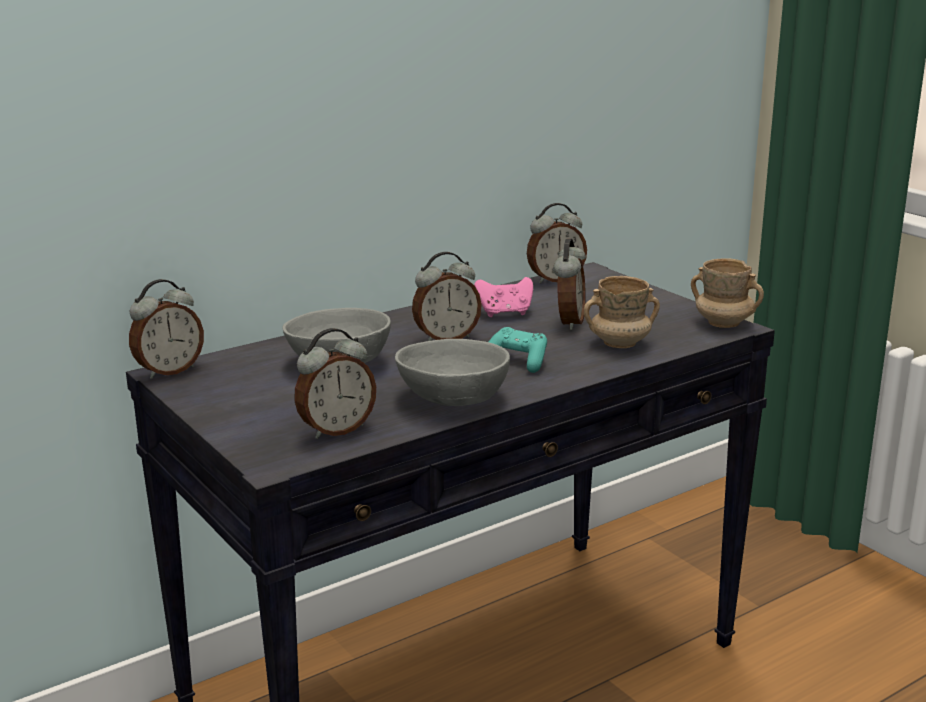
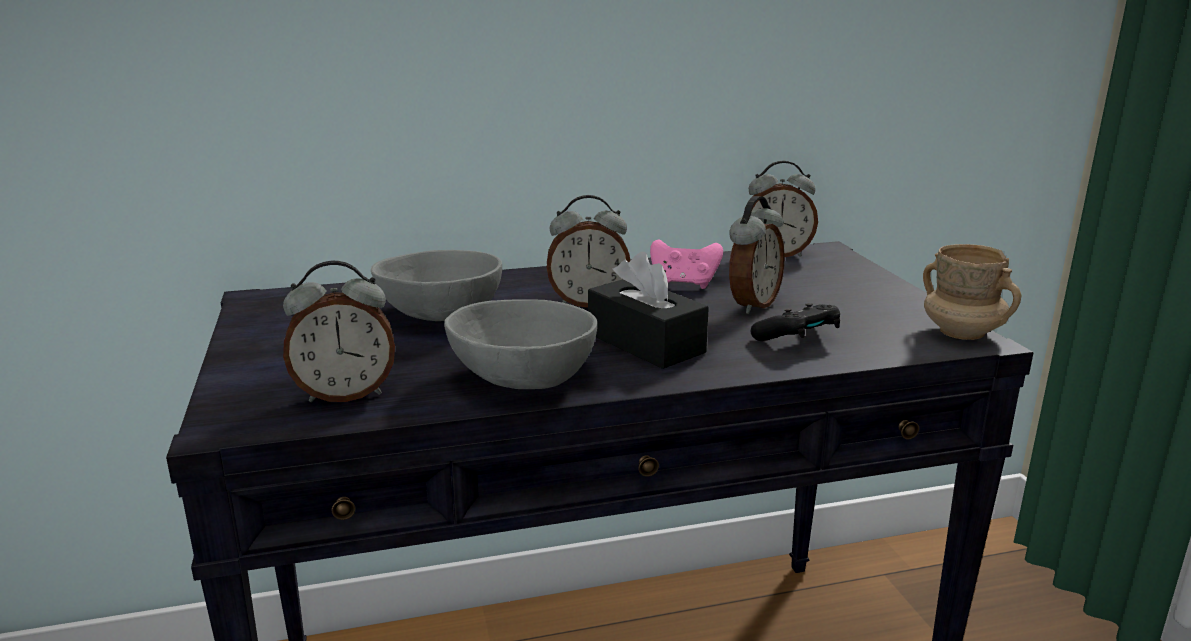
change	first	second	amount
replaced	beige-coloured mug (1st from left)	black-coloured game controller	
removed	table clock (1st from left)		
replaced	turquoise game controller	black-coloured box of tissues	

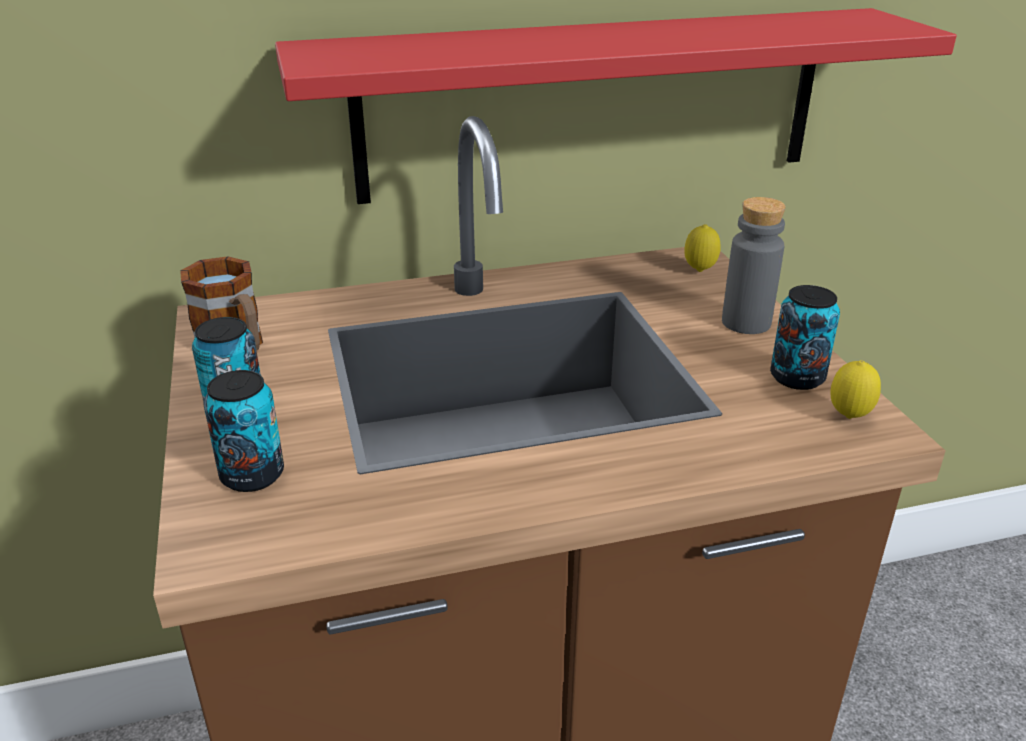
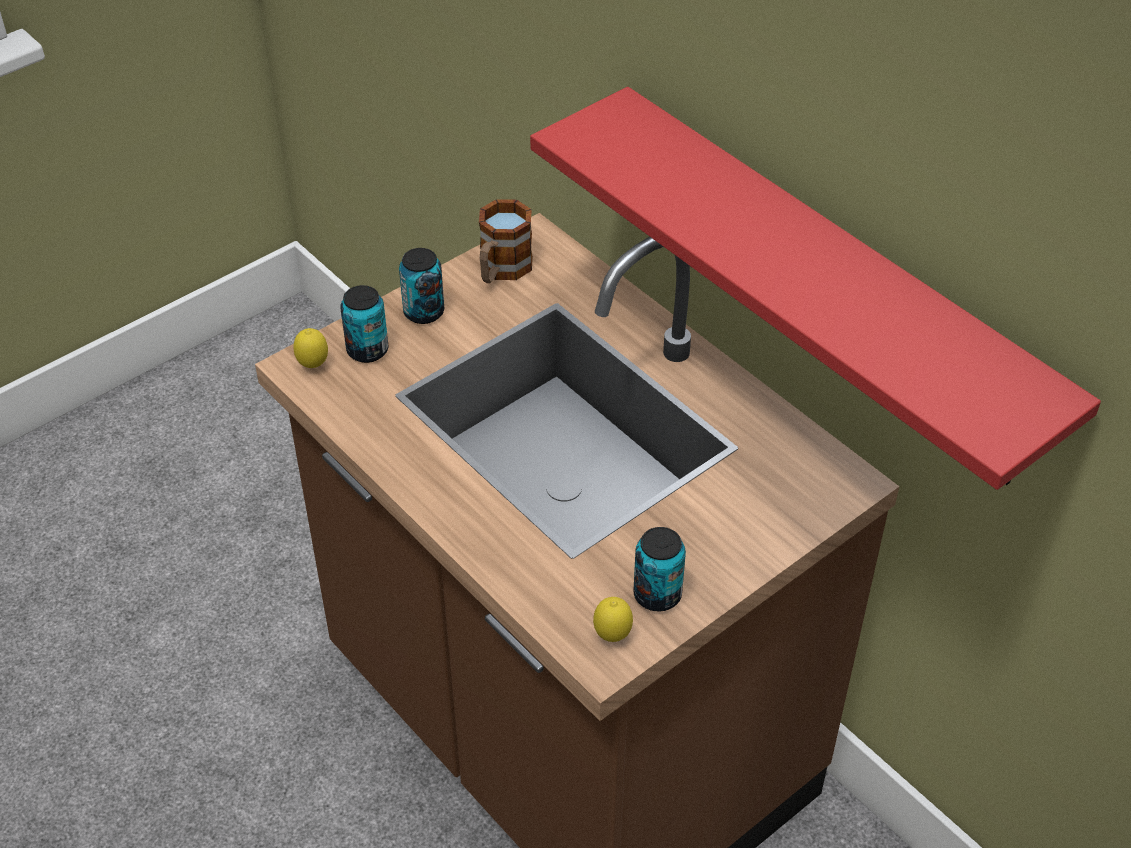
change	first	second	amount
removed	greyish bottle		
moved	whole lemon (1st from left)		

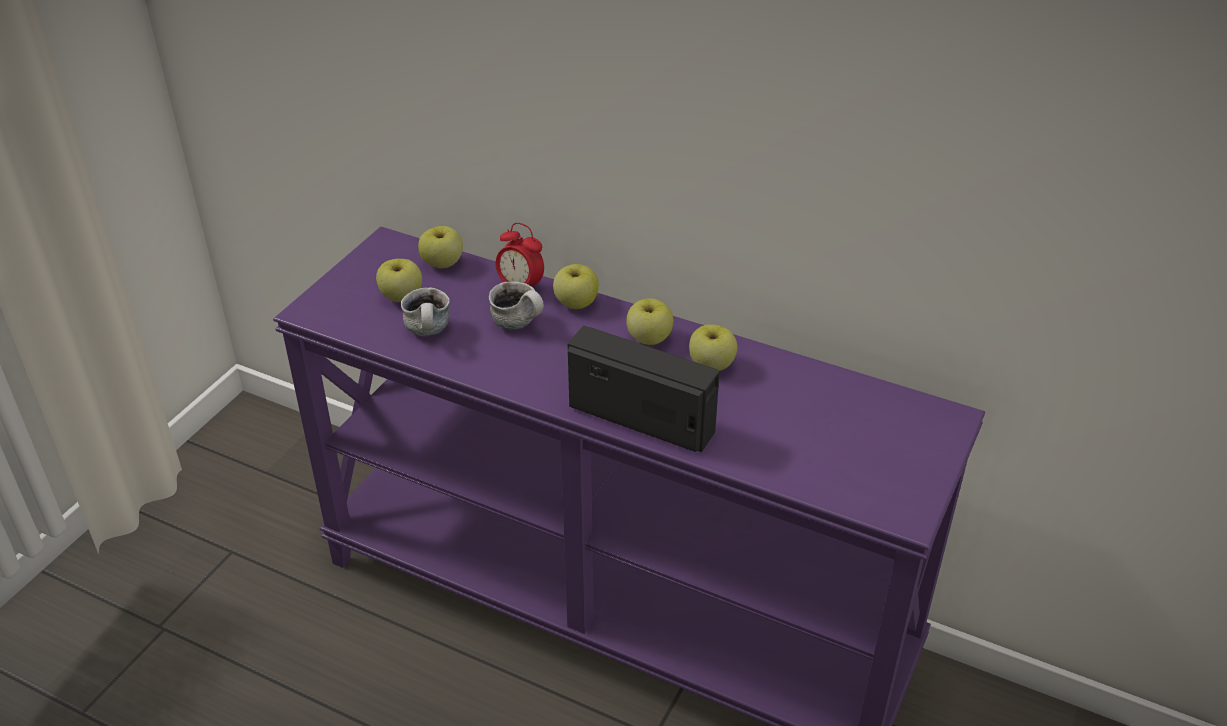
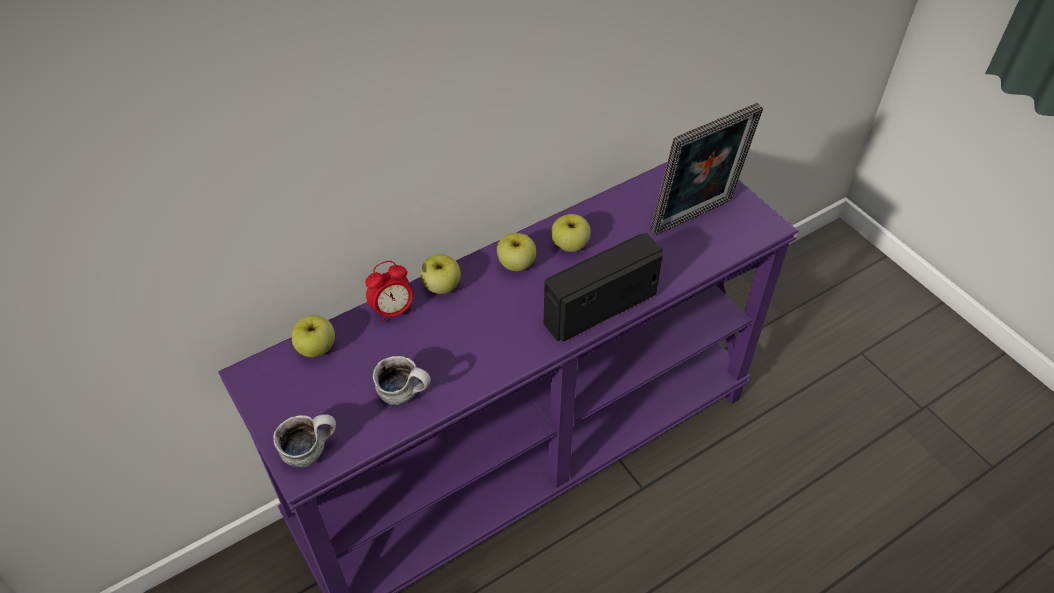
change	first	second	amount
removed	whole apple (1st from left)		
moved	mug (2nd from left in the first image)	mug (1st from left)	
added		standing frame	

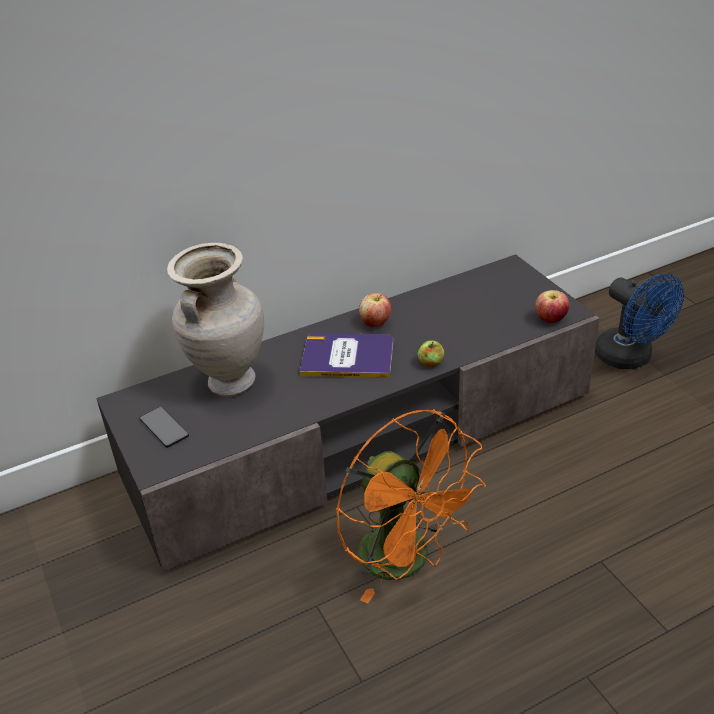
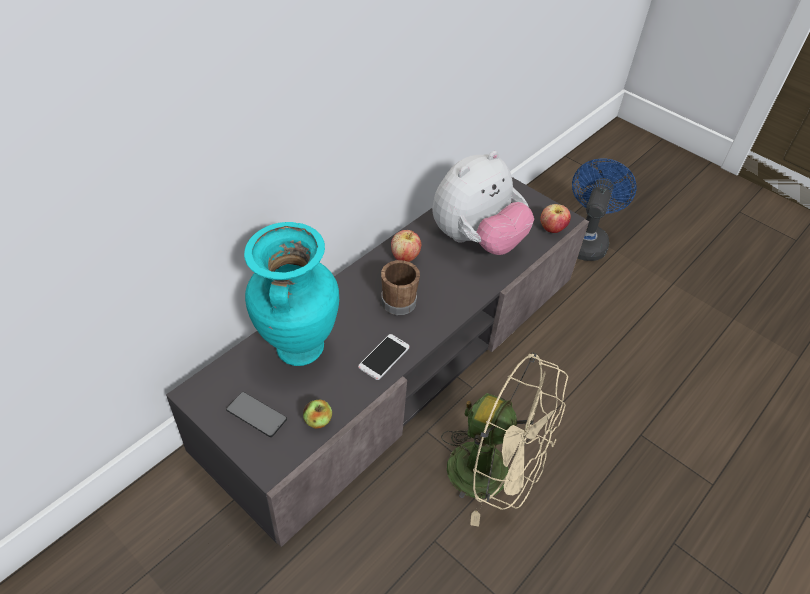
change	first	second	amount
recoloured	beige-coloured flower vase	turquoise flower vase	
turned	blue cooling fan		105 degrees counterclockwise
replaced	volume	brownish mug	
moved	whole apple (2nd from left in the first image)	whole apple (1st from left)	
recoloured	orangey cooling fan	beige-coloured cooling fan	
added		plush toy	
added		phone (2nd from left)	

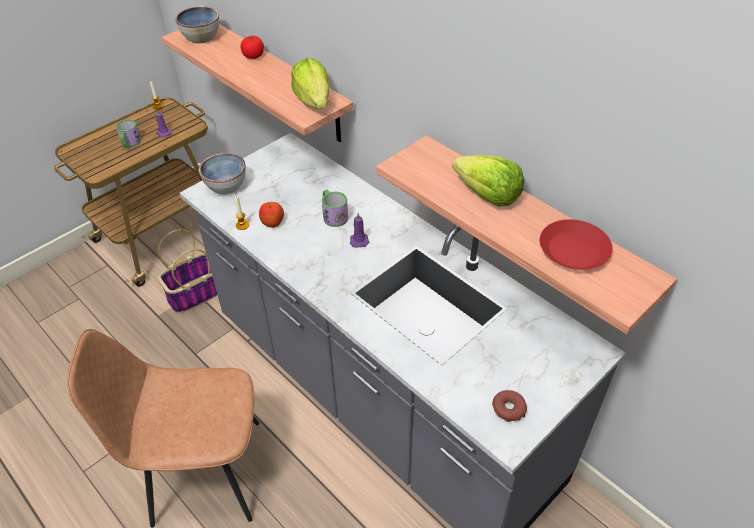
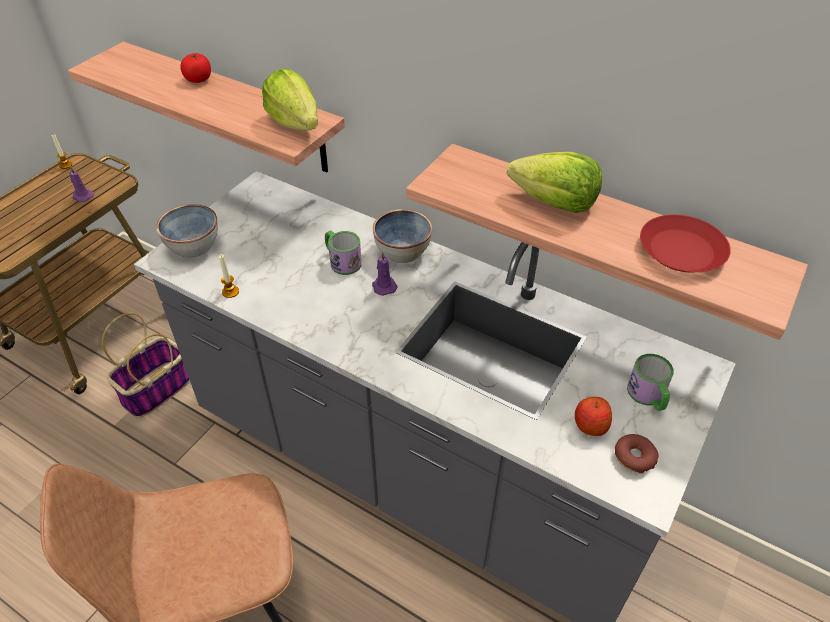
change	first	second	amount
moved	serving bowl (1st from left in the first image)	serving bowl (2nd from left)	
moved	mug (1st from left in the first image)	mug (2nd from left)	
moved	whole apple		

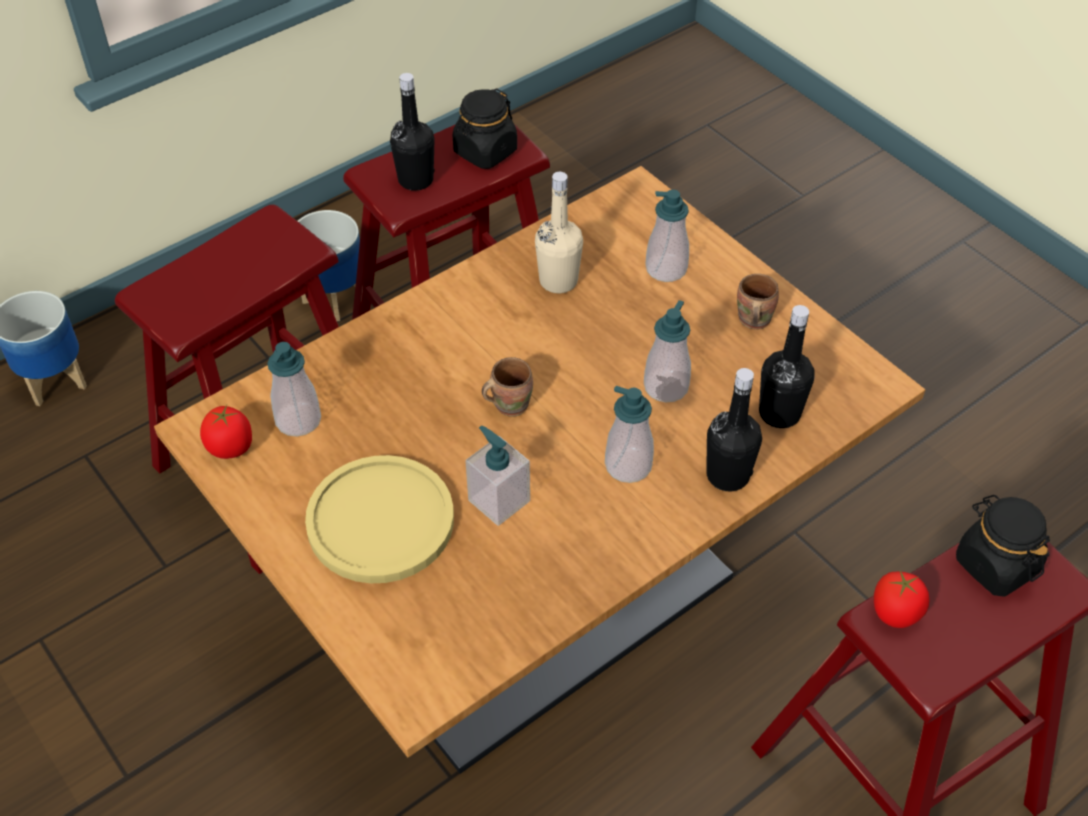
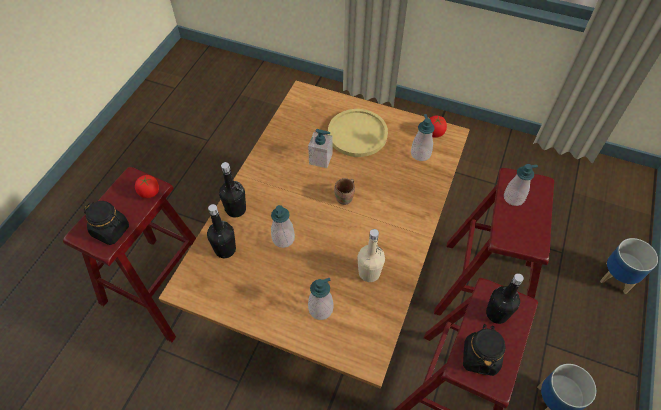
change	first	second	amount
removed	brownish mug (2nd from left)		
moved	soap dispenser (3rd from left in the first image)	soap dispenser (5th from left)	

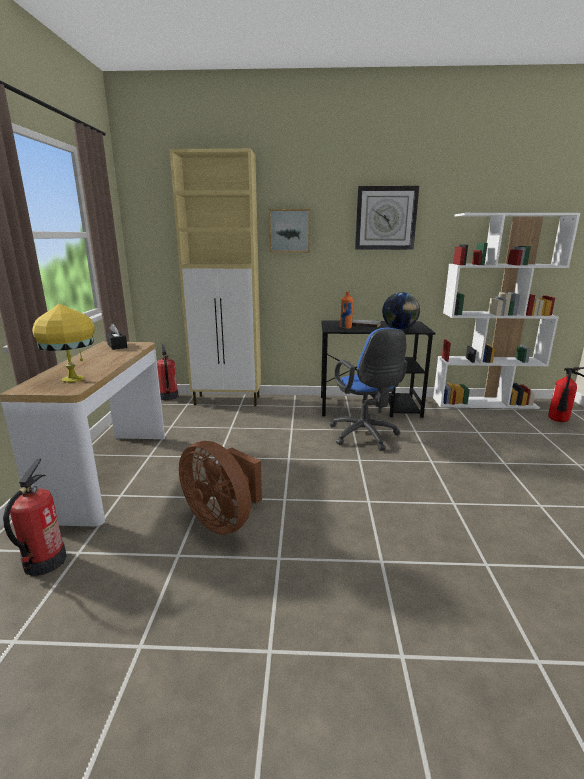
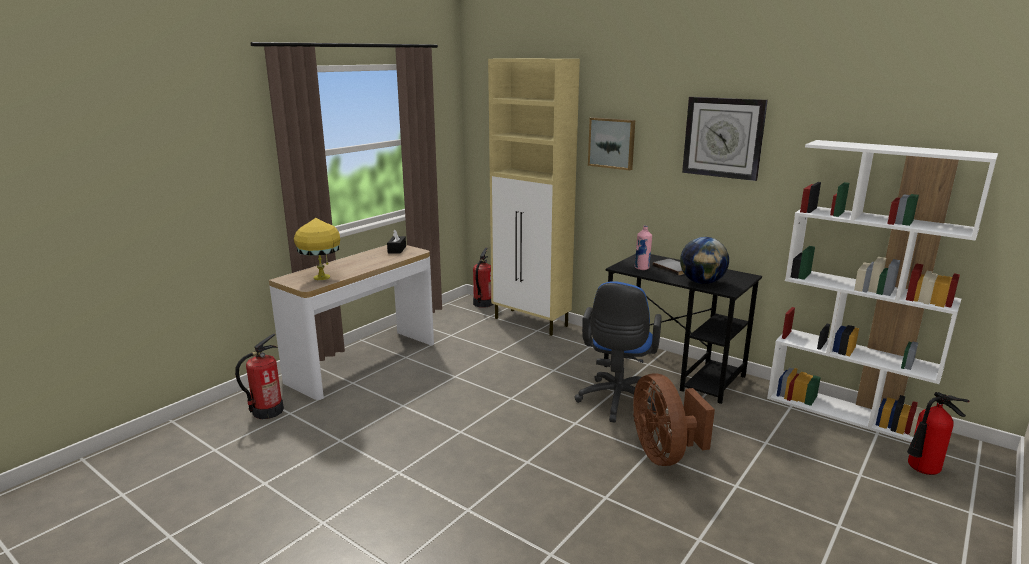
change	first	second	amount
recoloured	orangey bottle	pink-coloured bottle	
moved	brownish cooling fan		

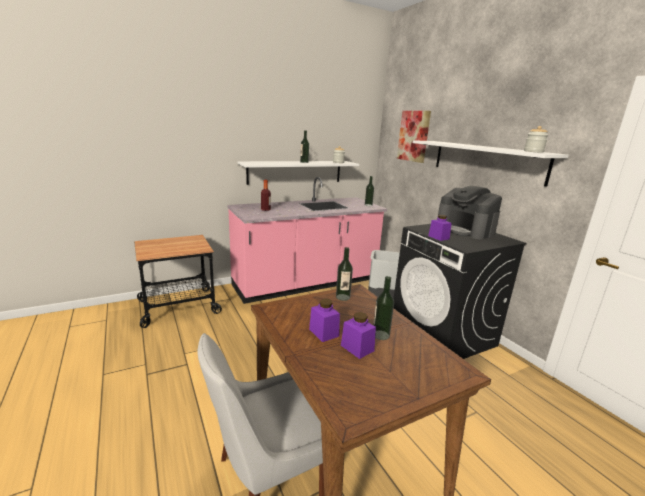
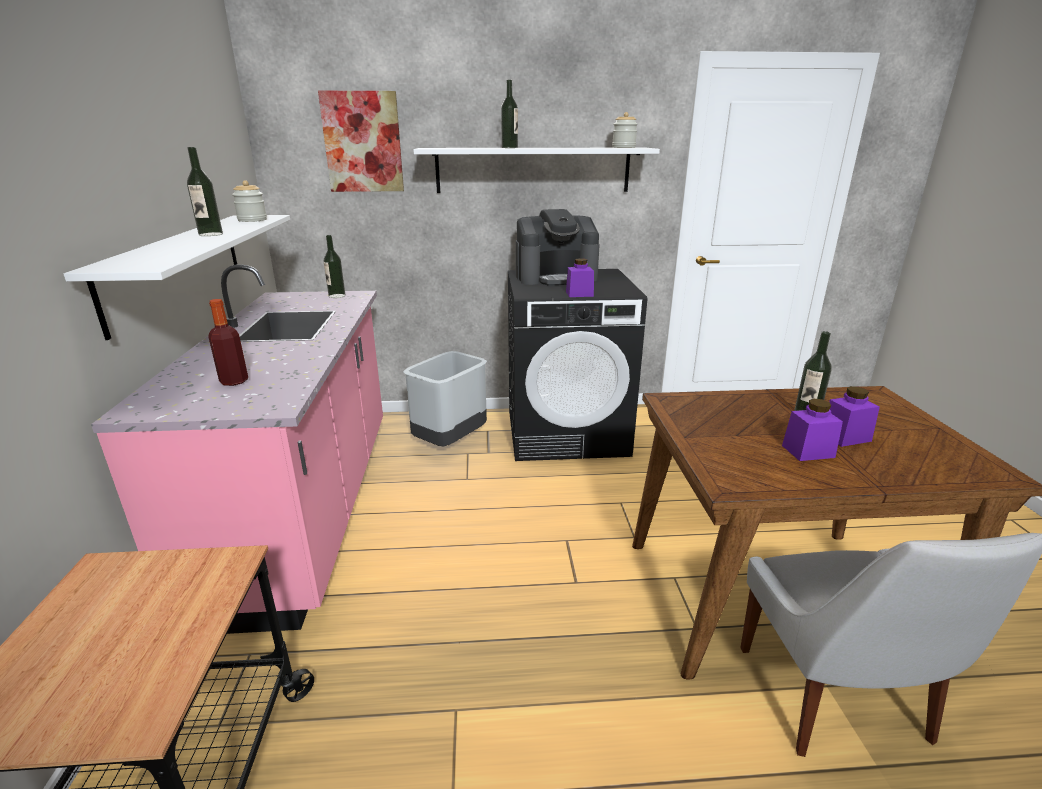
change	first	second	amount
moved	bottle (3rd from left in the first image)	bottle (4th from left)	

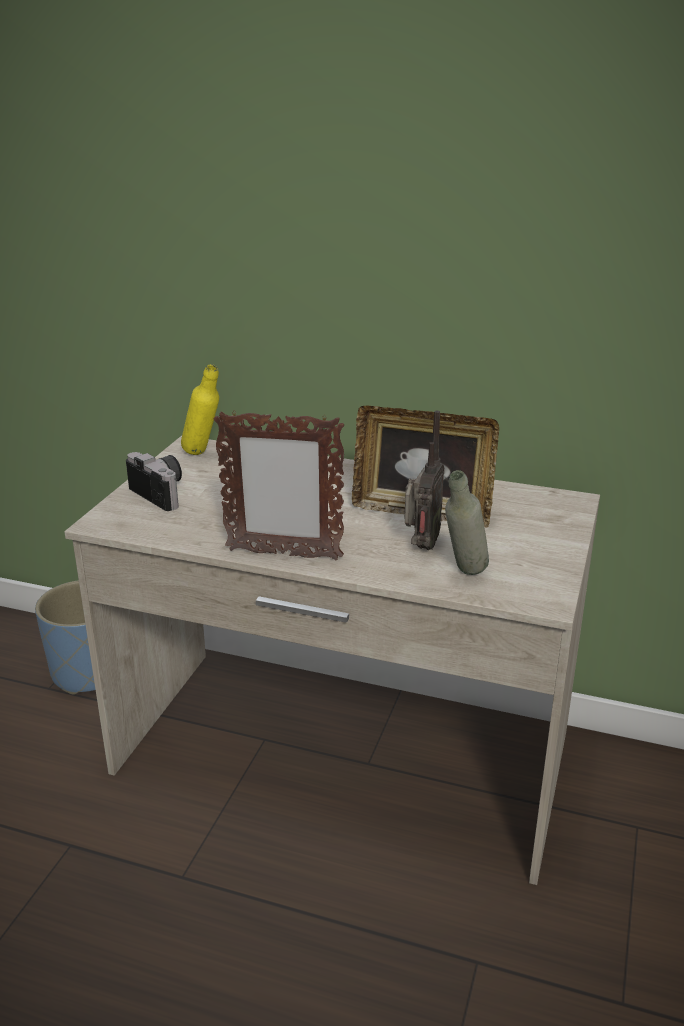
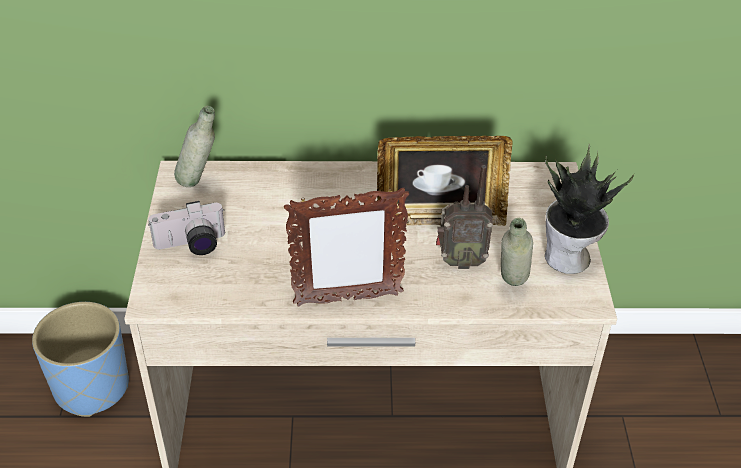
change	first	second	amount
recoloured	yellow bottle	greyish bottle (1st from left)	
turned	radio set		90 degrees clockwise
turned	photo camera		135 degrees clockwise
added		potted plant	

